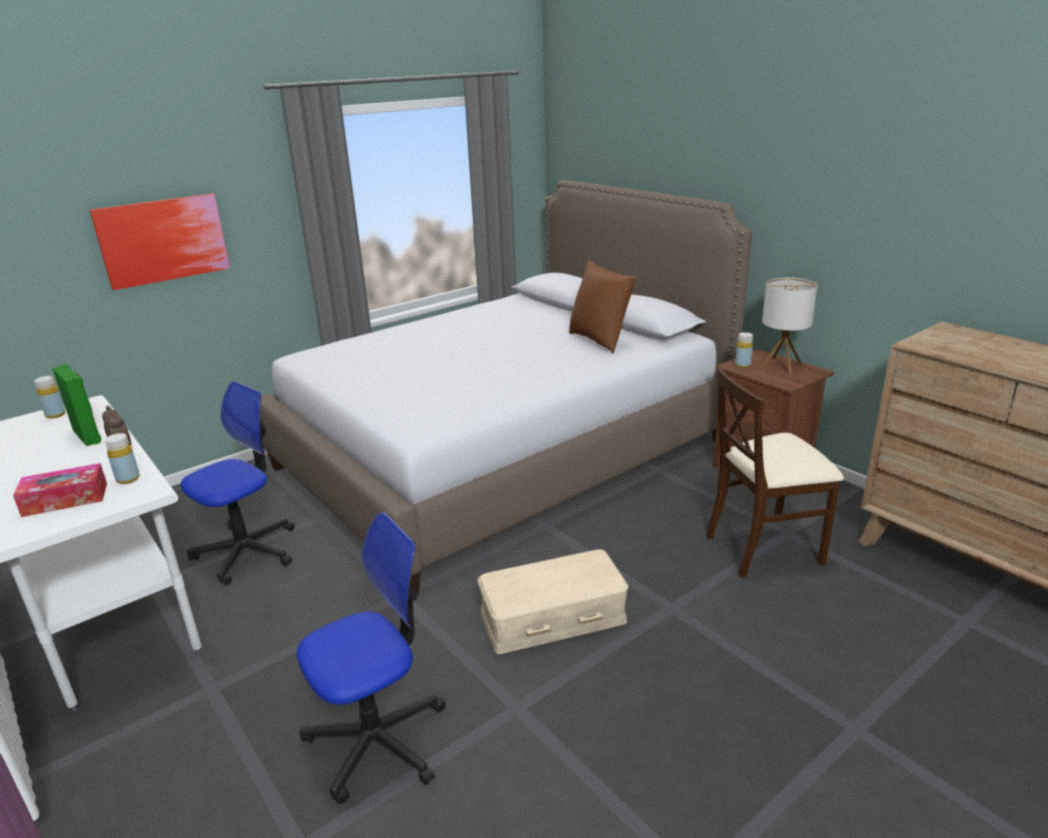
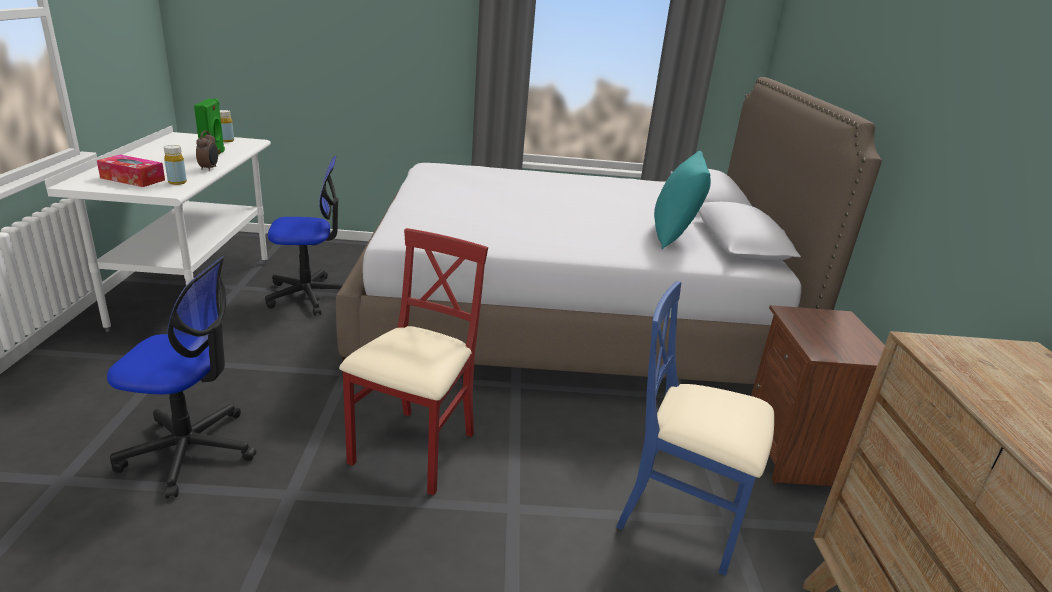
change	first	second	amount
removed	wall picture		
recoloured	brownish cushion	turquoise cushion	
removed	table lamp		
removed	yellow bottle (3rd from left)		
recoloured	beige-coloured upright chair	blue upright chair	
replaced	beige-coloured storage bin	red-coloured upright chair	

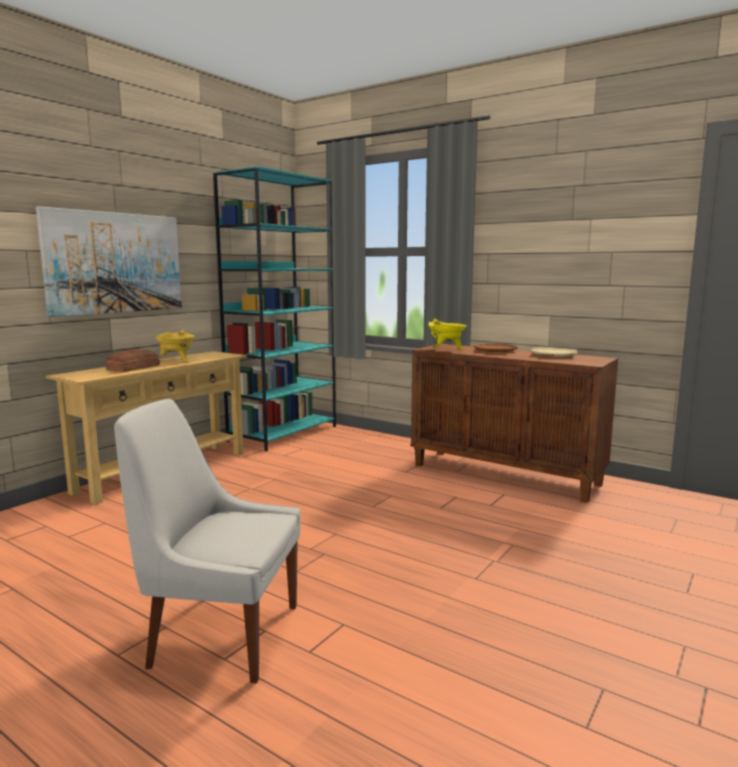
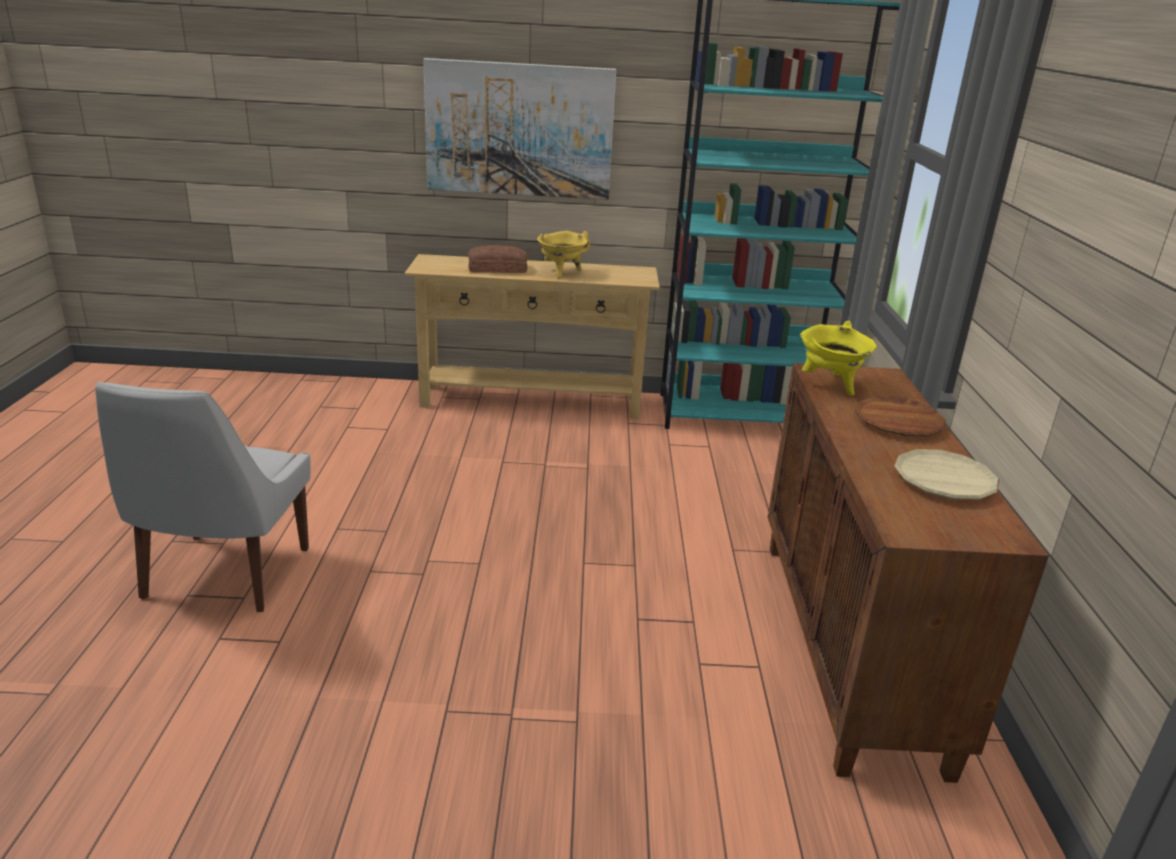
change	first	second	amount
turned	whitish upright chair		150 degrees counterclockwise

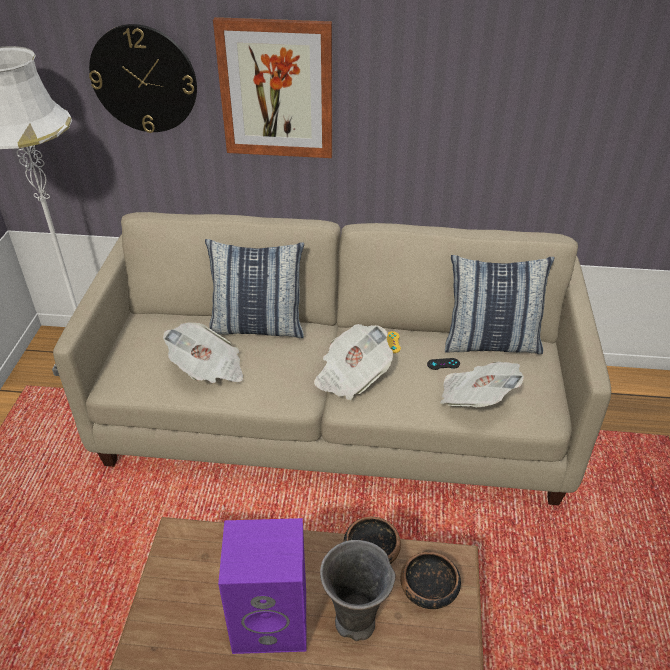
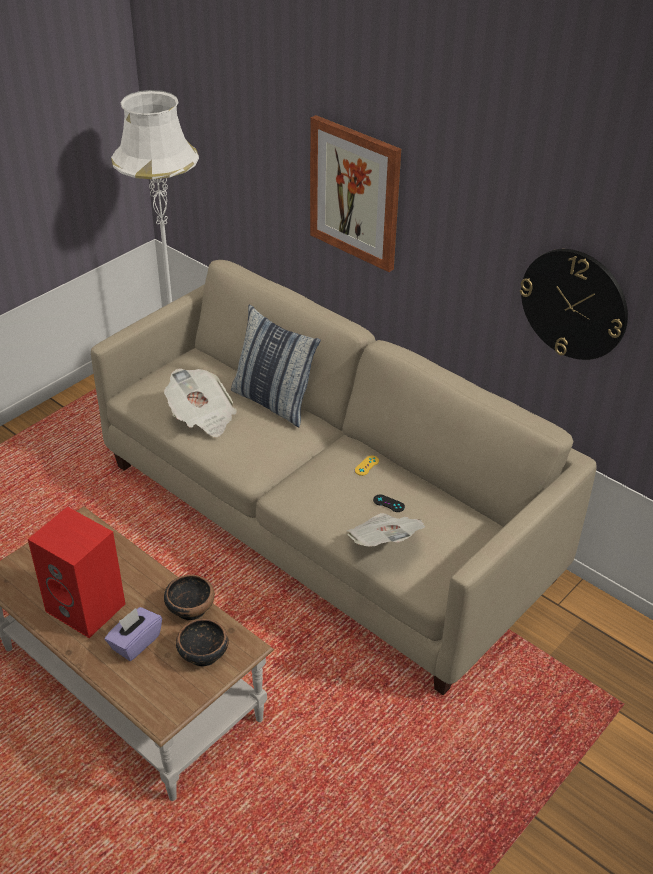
change	first	second	amount
moved	wall clock		
removed	cushion (2nd from left)		
removed	daily paper (2nd from left)		
recoloured	purplish speaker	red-coloured speaker	
replaced	greyish flower vase	purplish box of tissues	

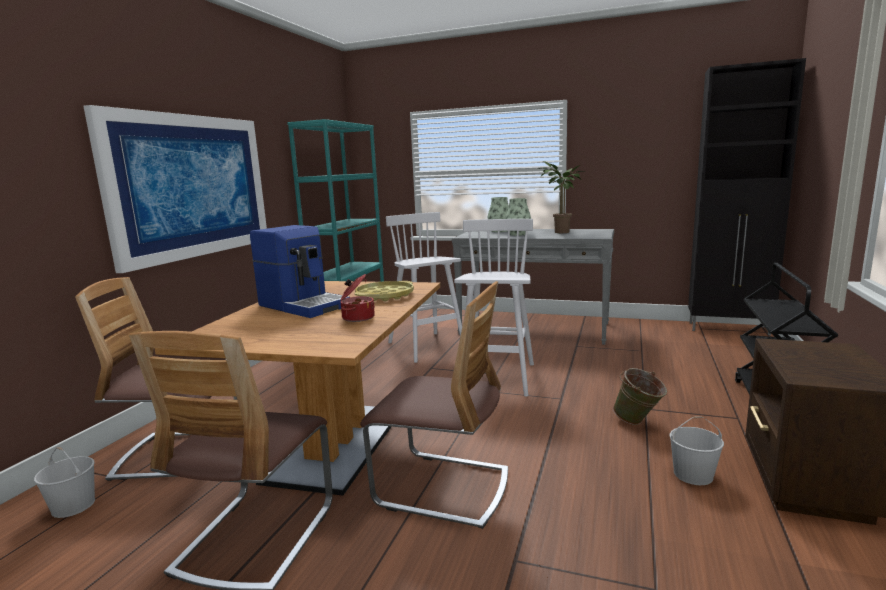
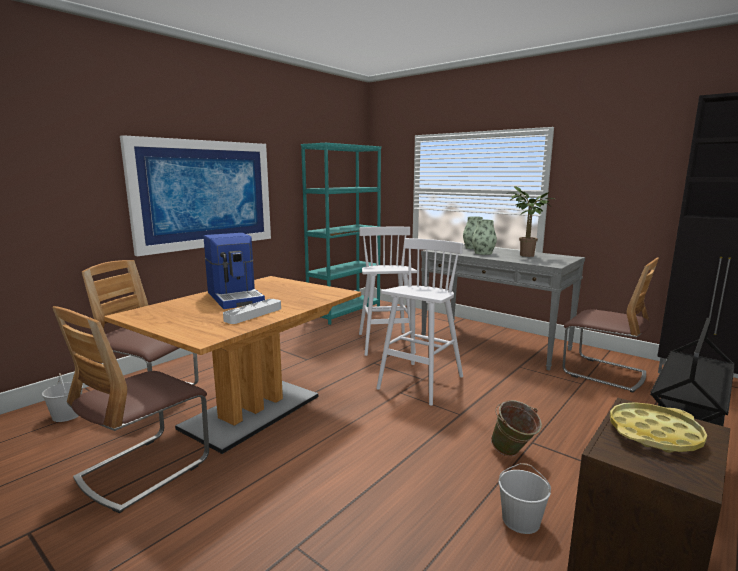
change	first	second	amount
replaced	stockpot	greyish carrying tray	
moved	yellow carrying tray		
moved	upright chair (3rd from left)		

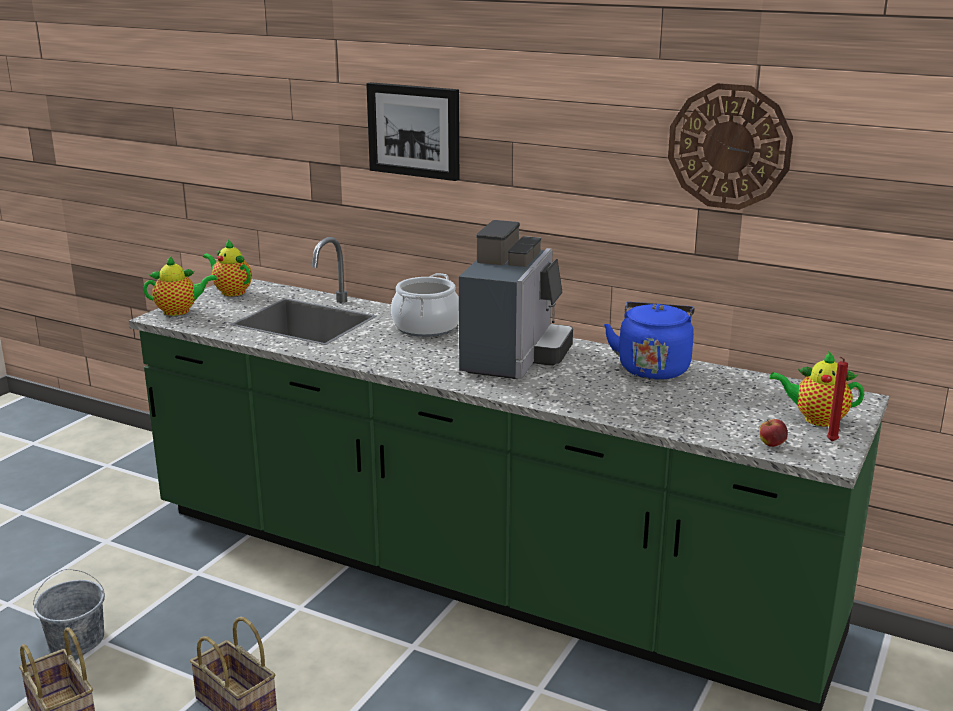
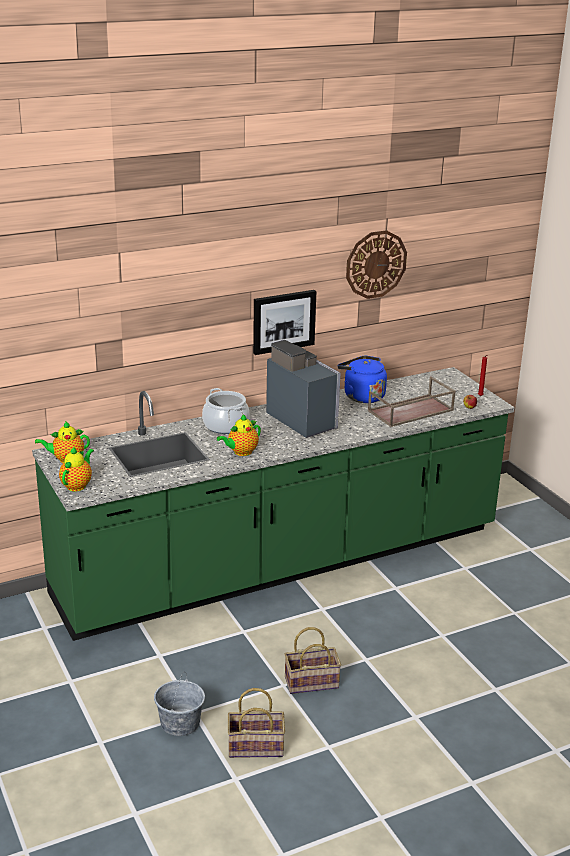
change	first	second	amount
moved	wall picture		
moved	teapot (3rd from left)		
added		brownish carrying tray	

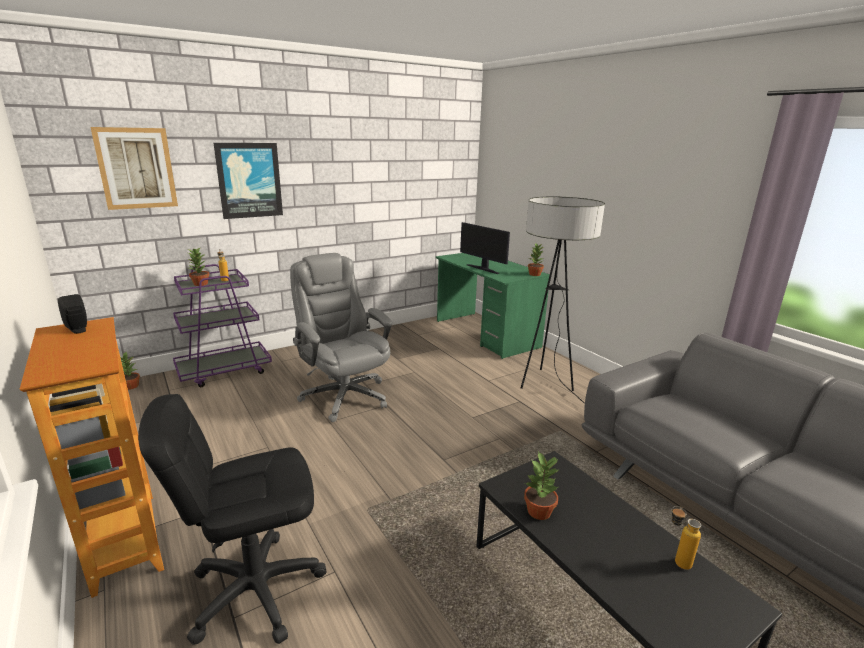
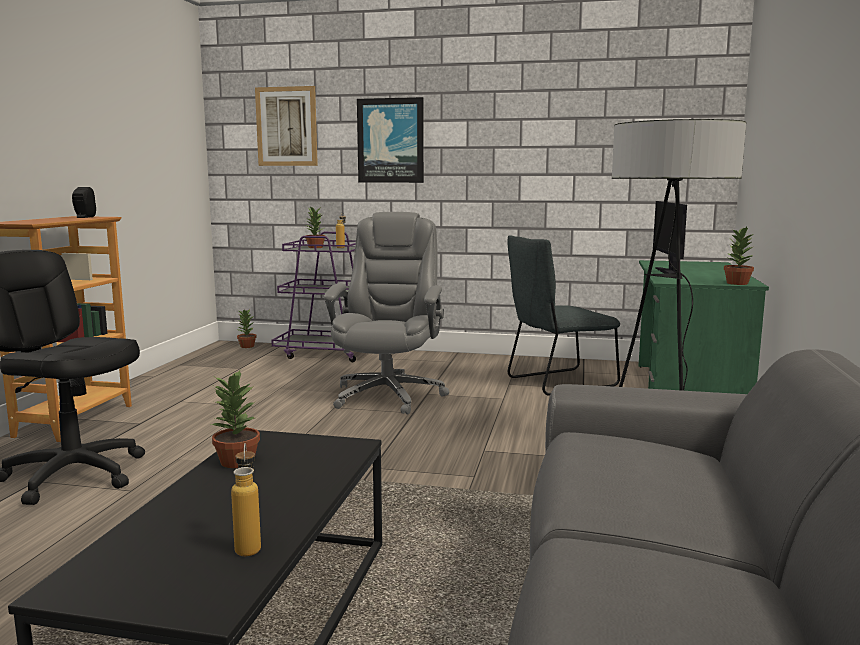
change	first	second	amount
added		greyish upright chair	

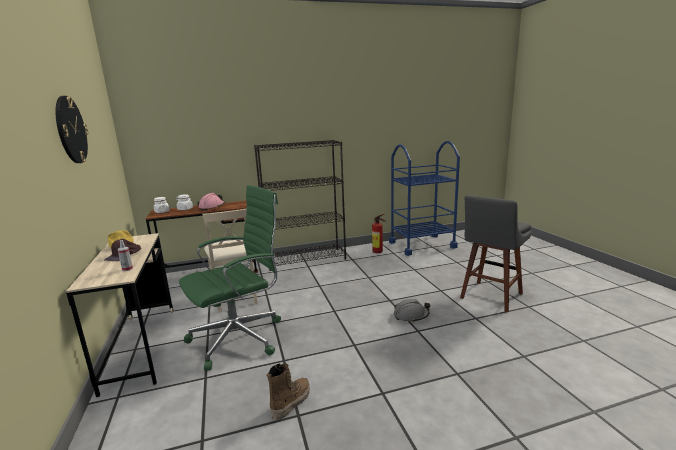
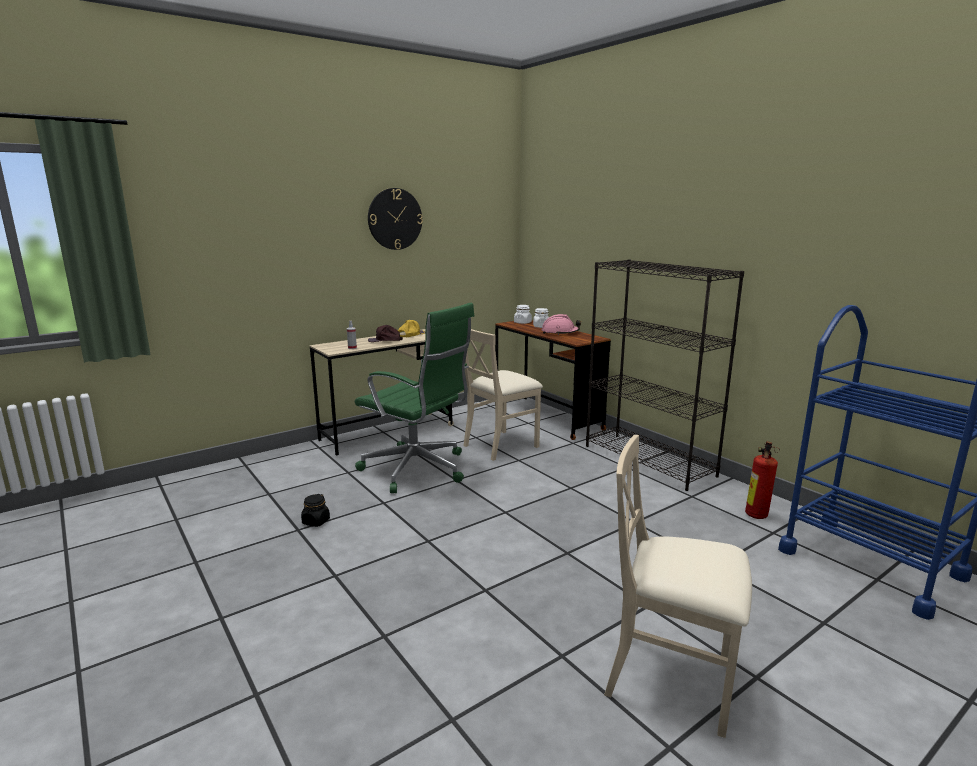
change	first	second	amount
replaced	greyish stool	beige-coloured upright chair (2nd from left)	
removed	greyish work helmet		
replaced	tall boot	black-coloured jar	

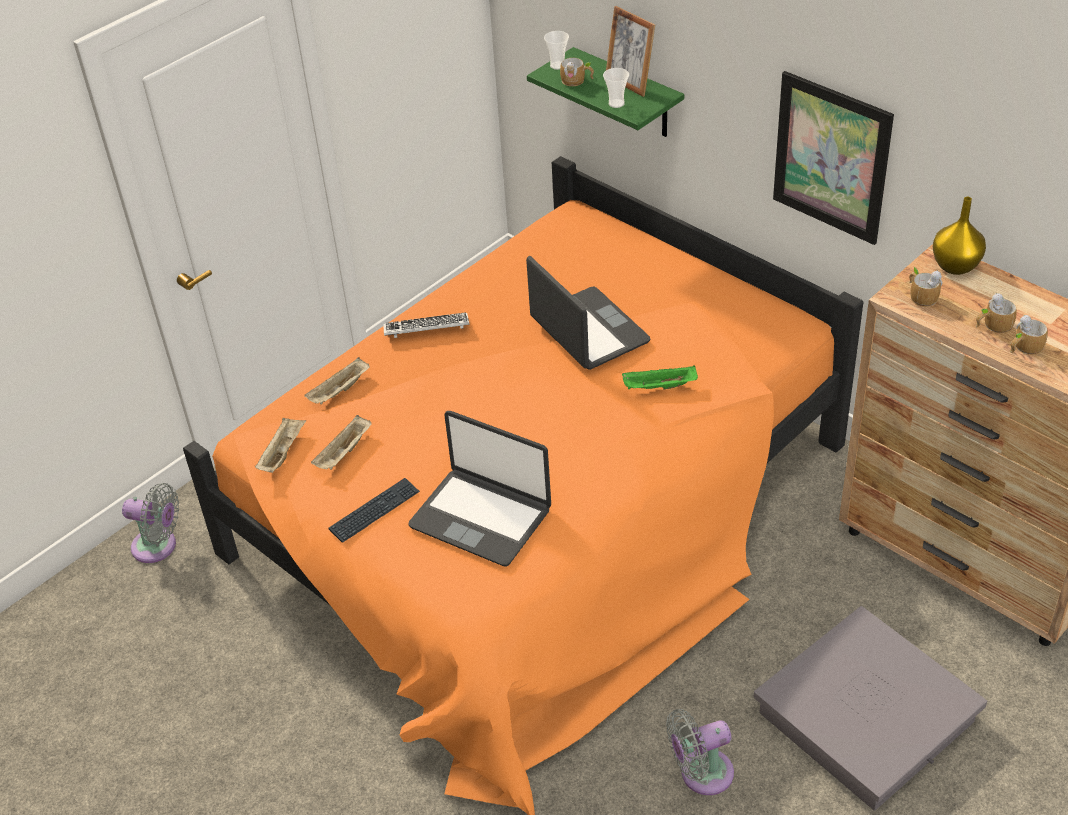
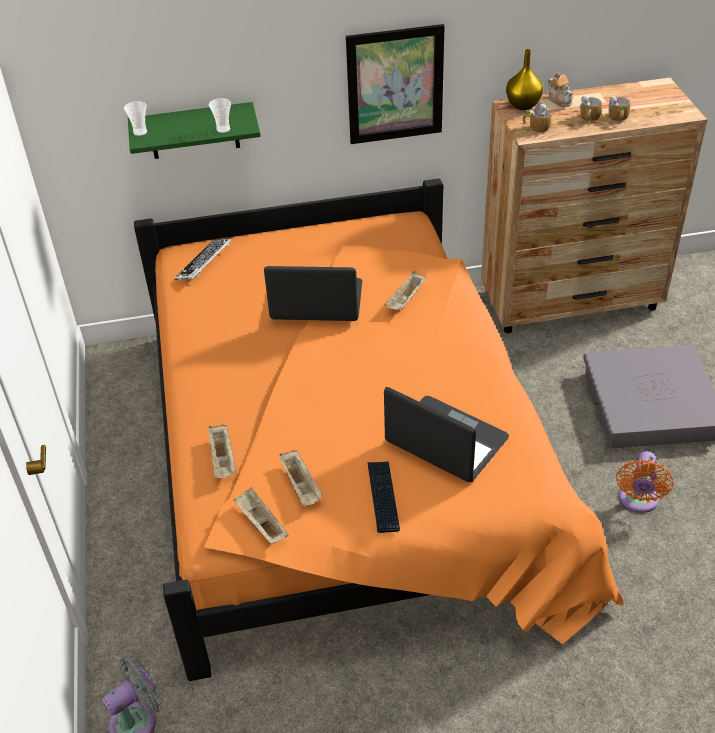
change	first	second	amount
removed	standing frame		
removed	mug (1st from left)		
moved	keyboard (2nd from left in the first image)	keyboard (1st from left)	
recoloured	green carrying tray	beige-coloured carrying tray (4th from left)	
turned	notebook computer (1st from left in the first image)	notebook computer (2nd from left)	120 degrees counterclockwise
recoloured	greyish cooling fan (2nd from left)	orangey cooling fan	
added		teapot	

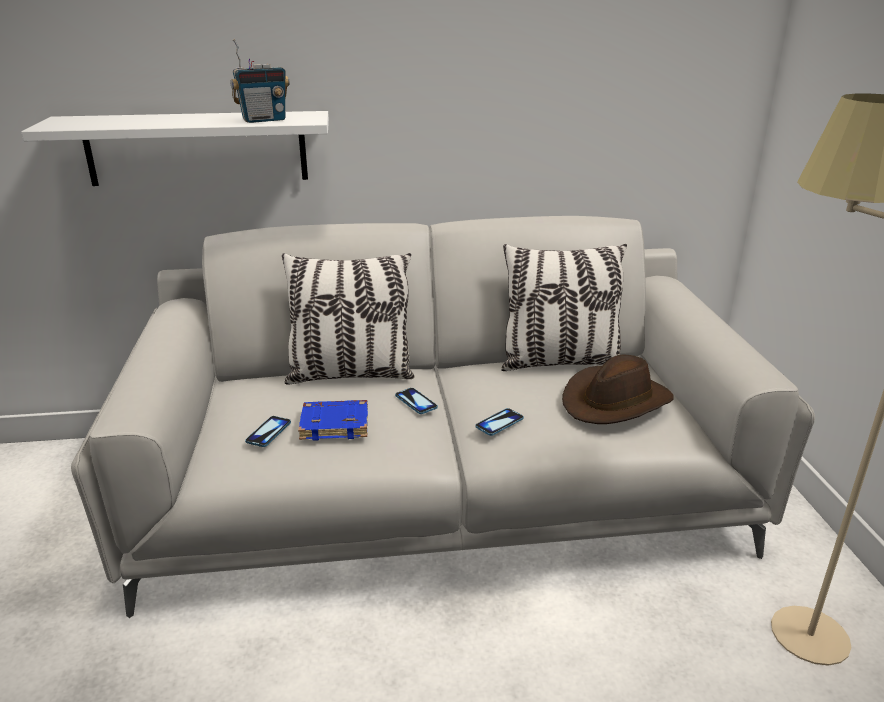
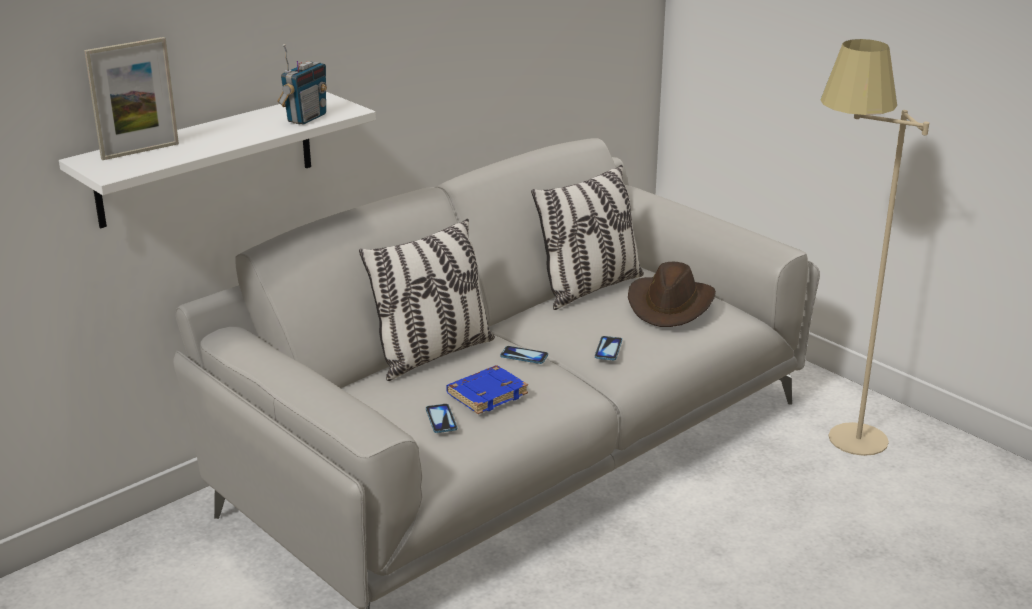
change	first	second	amount
added		standing frame	

